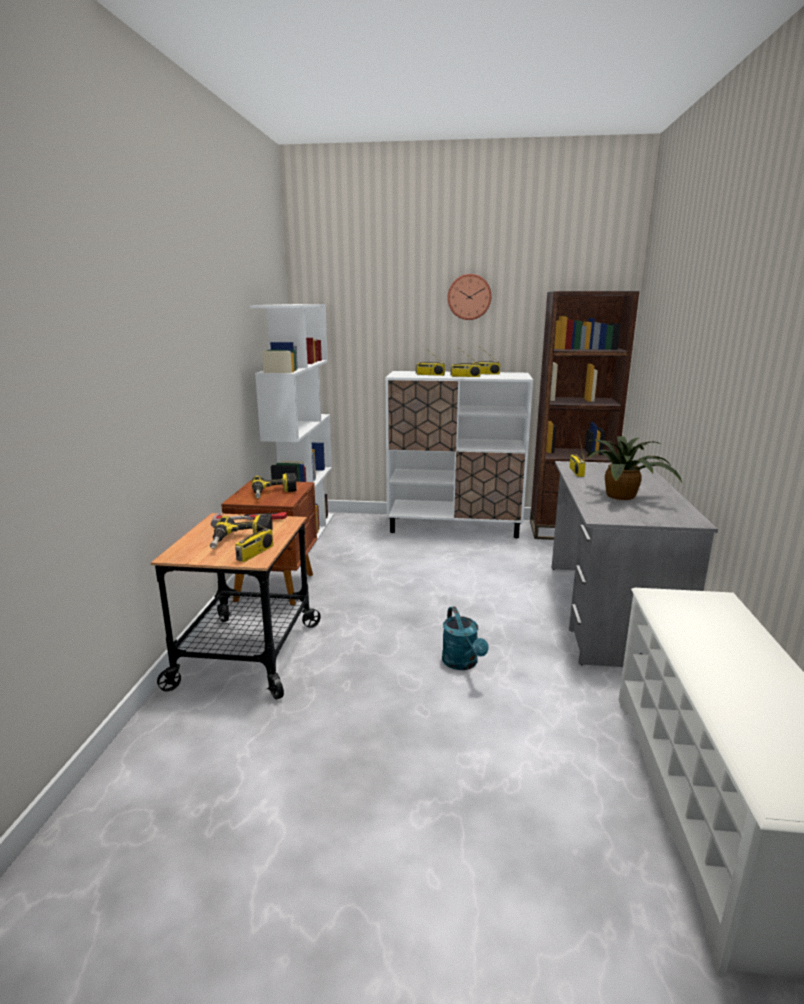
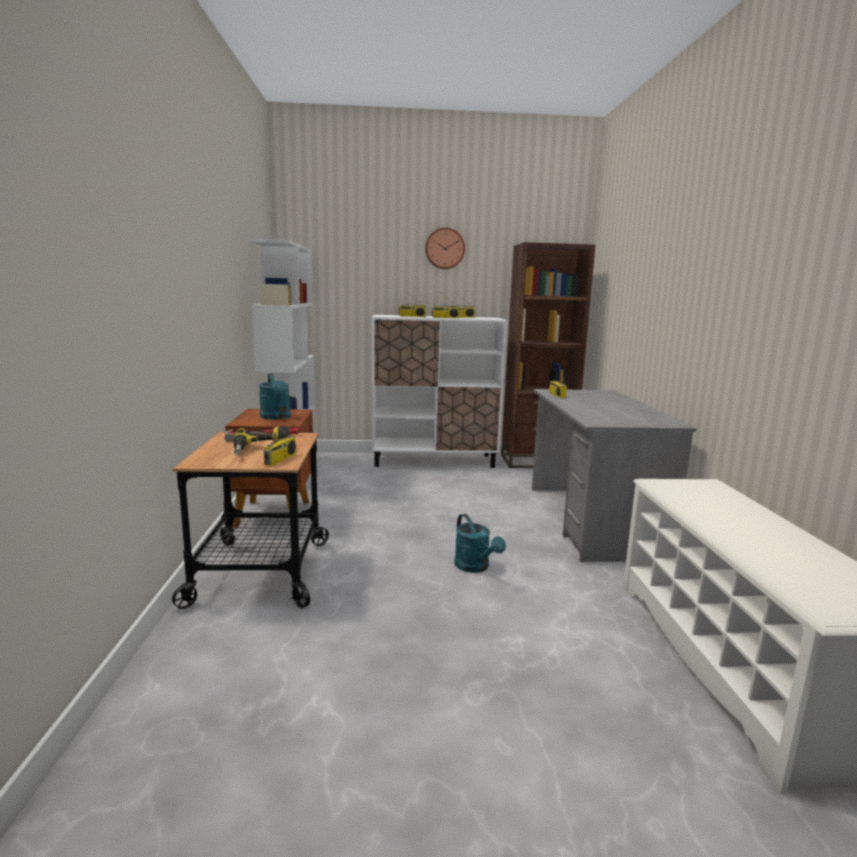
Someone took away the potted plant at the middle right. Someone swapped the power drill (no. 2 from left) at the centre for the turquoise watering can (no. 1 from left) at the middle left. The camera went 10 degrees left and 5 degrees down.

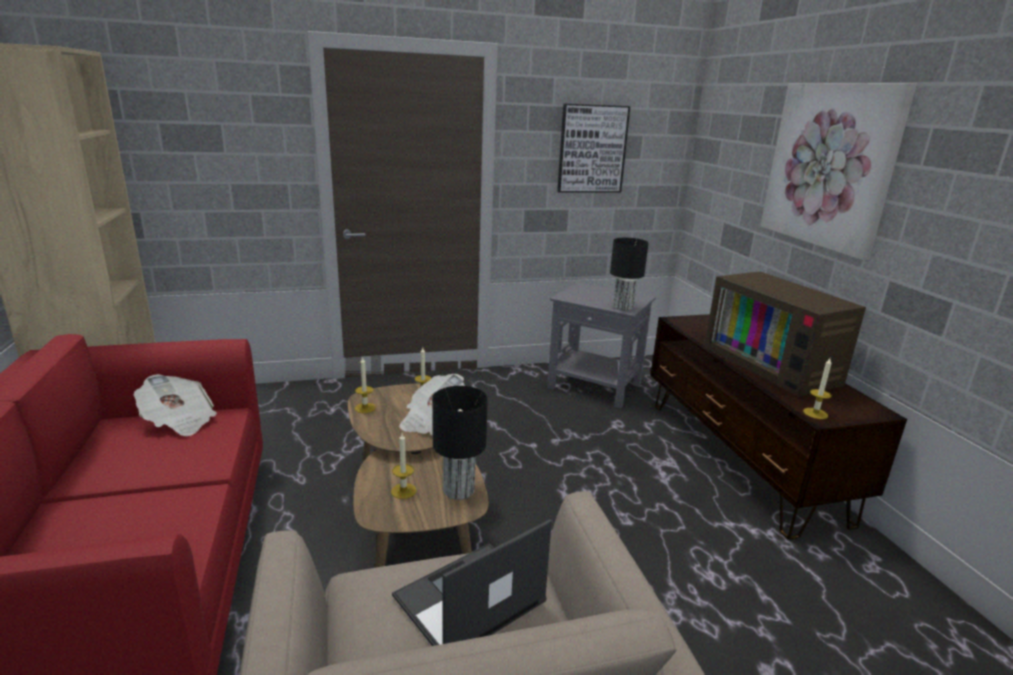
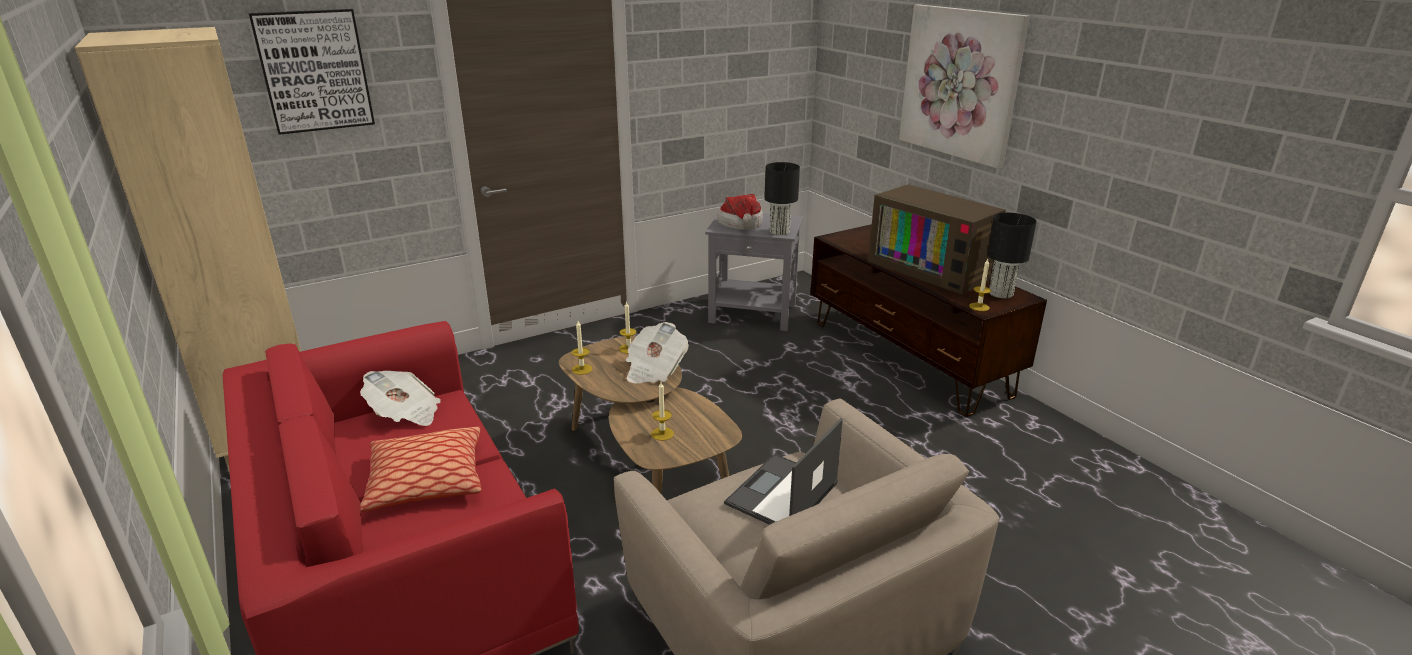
Someone carried the picture (no. 1 from left) from the top centre to the top left. Someone carried the black table lamp (no. 1 from left in the first image) from the centre to the middle right. Someone put down the hat at the top centre. Someone put down the pillow at the bottom left. The camera went 15 degrees left and 5 degrees up.

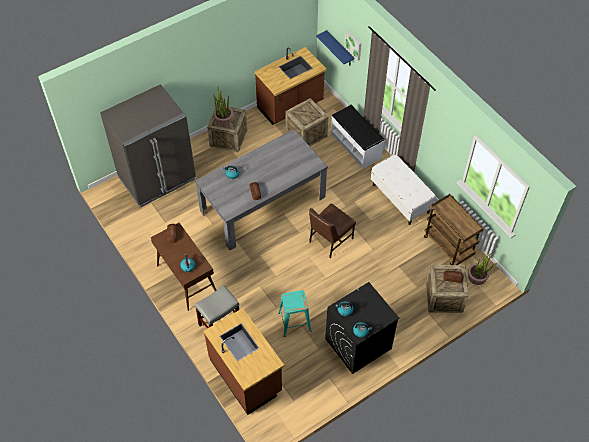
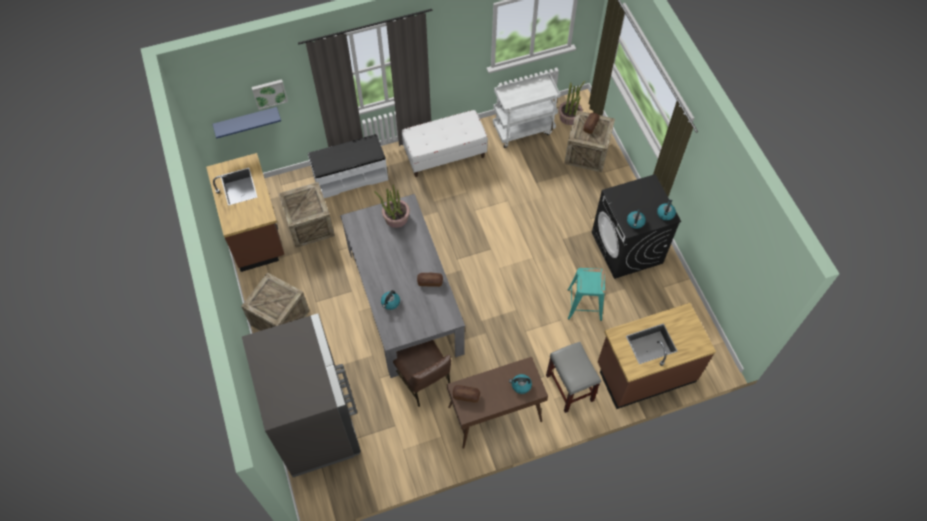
Someone carried the potted plant (no. 1 from left) from the top centre to the centre. Someone repainted the brown cart at the middle right, which became the white cart at the top centre. Someone carried the brown chair from the centre to the bottom centre. The camera went 75 degrees left and 5 degrees up.

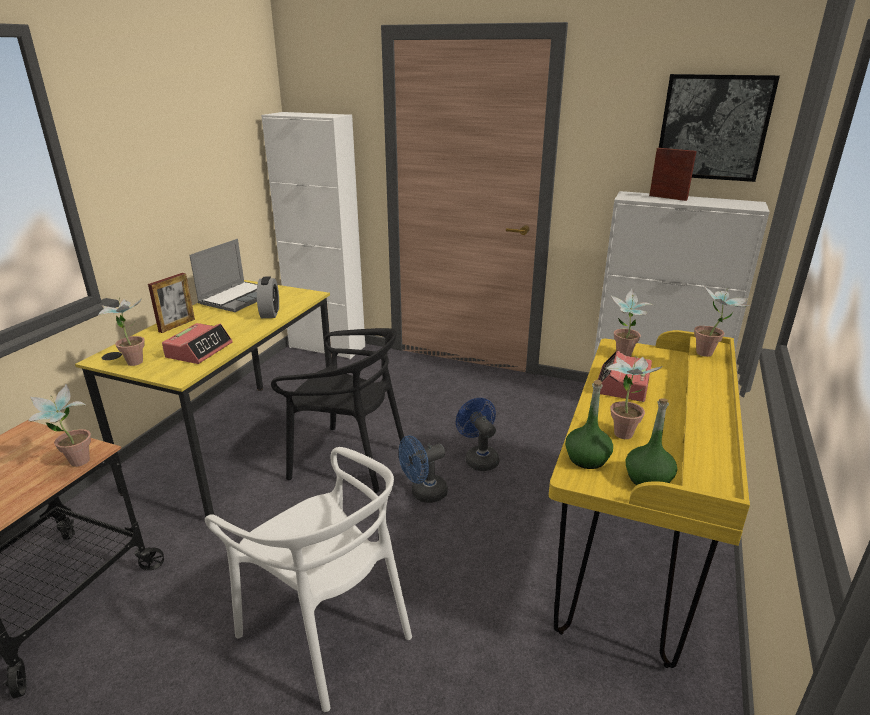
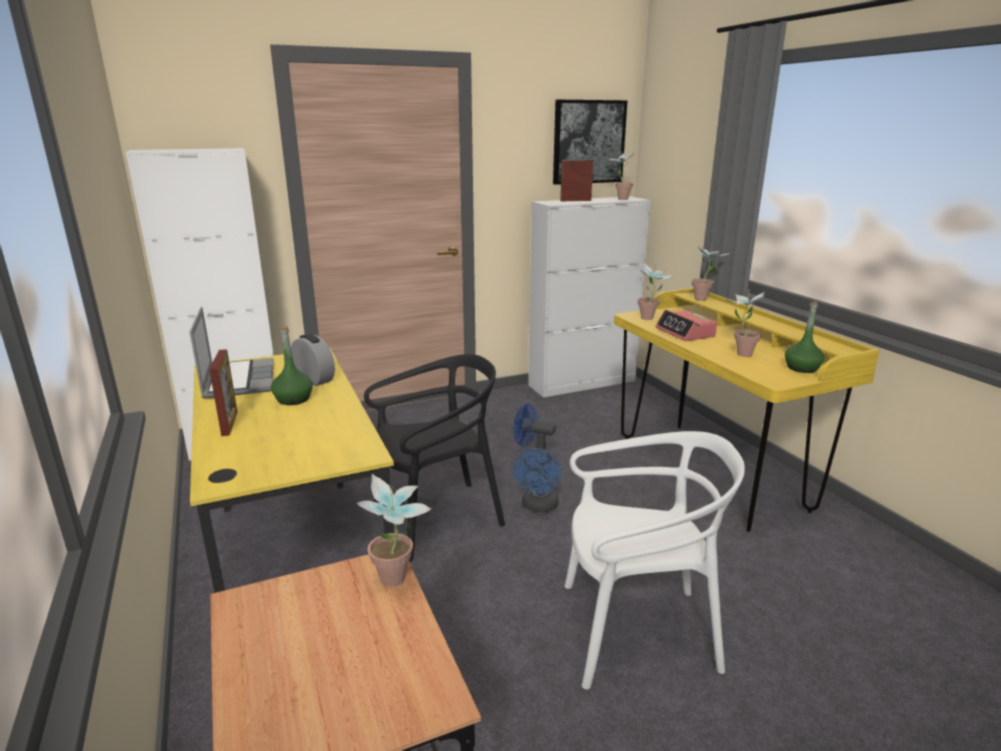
Someone carried the potted plant (no. 2 from left) from the middle left to the top centre. Someone took away the alarm clock (no. 1 from left) at the middle left. Someone carried the green bottle (no. 1 from left) from the middle right to the middle left. The camera went 45 degrees left and 5 degrees down.

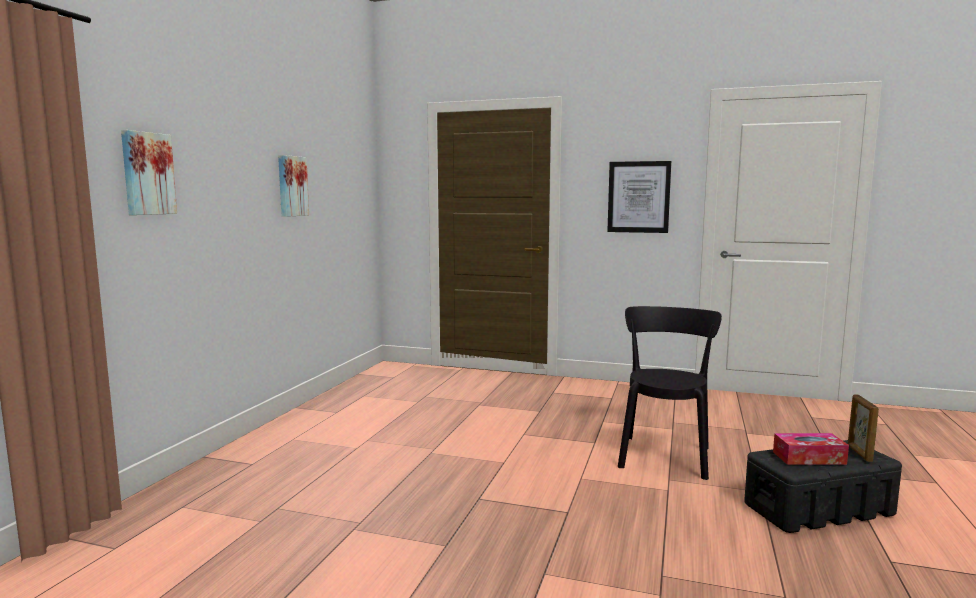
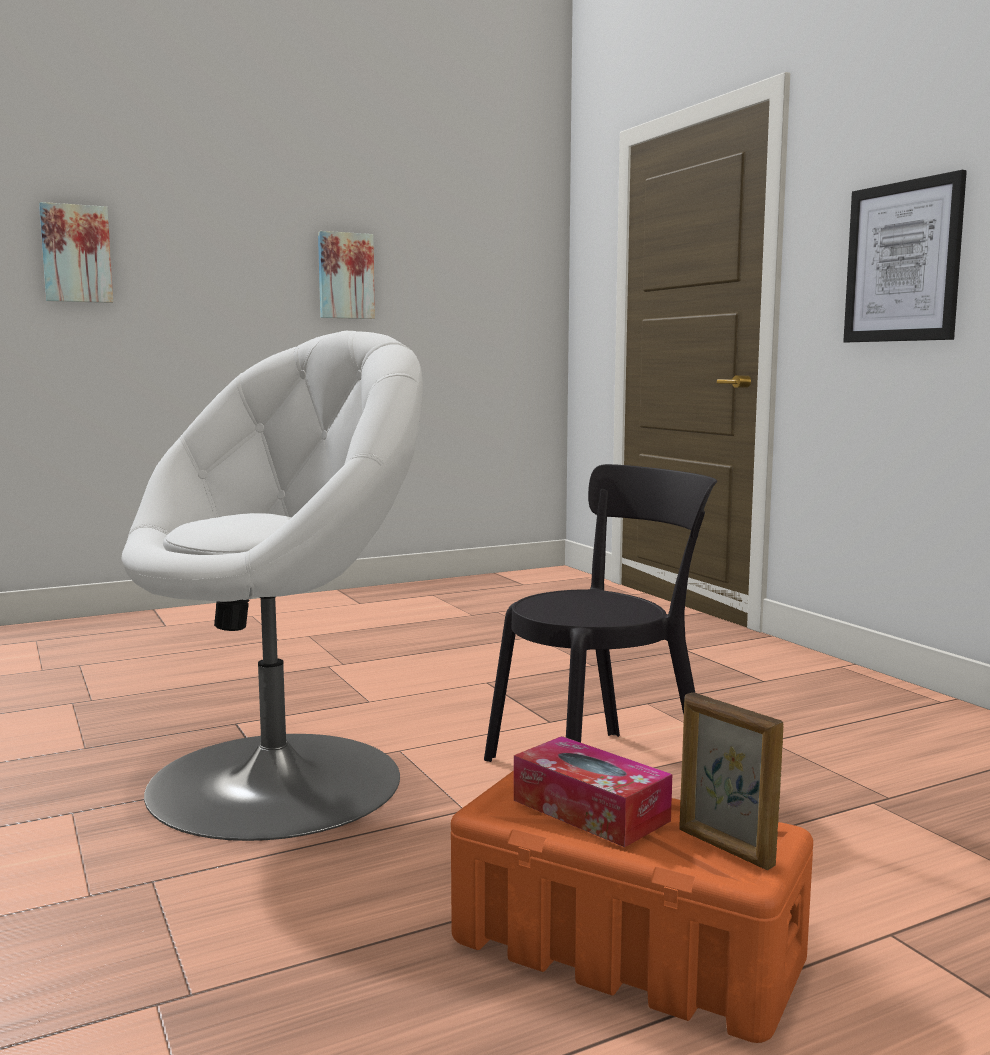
Someone rotated the picture frame at the bottom right by 90 degrees counterclockwise. Someone repainted the black storage box at the bottom right, which became the orange storage box at the bottom centre. Someone put down the white armchair at the middle left. The camera went 45 degrees right and 0 degrees up.

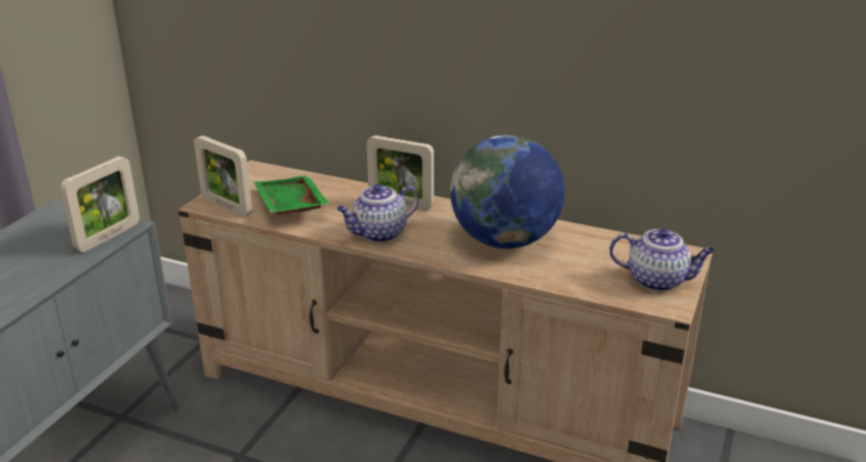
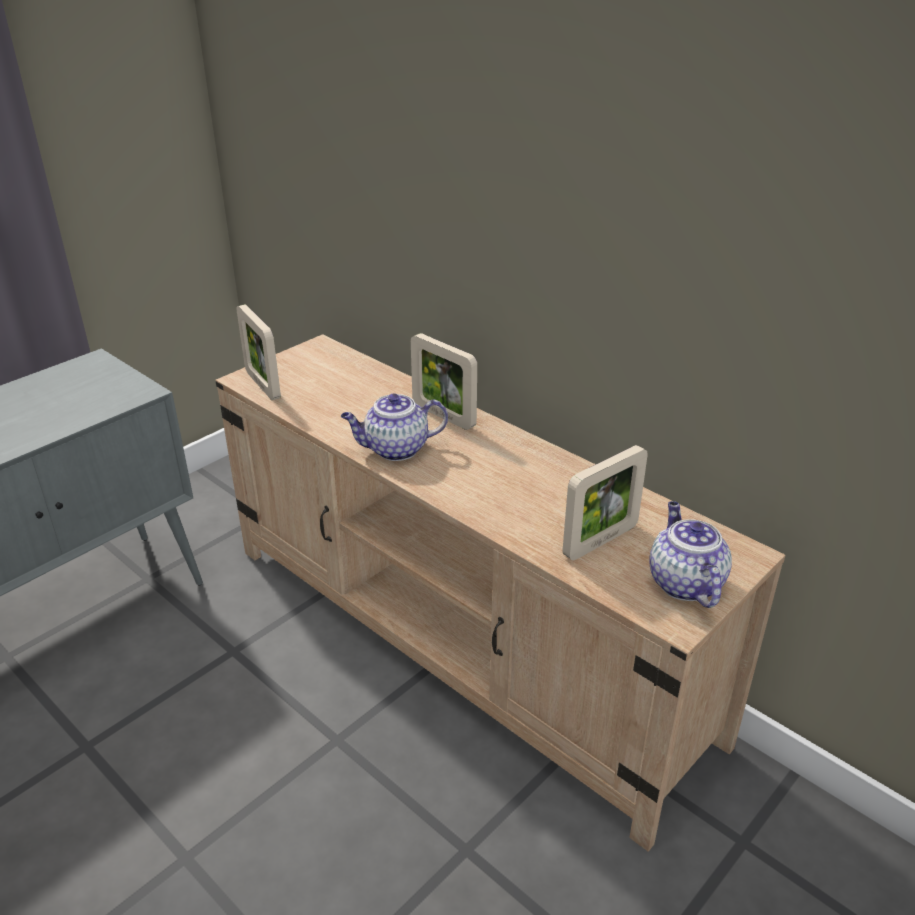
Someone took away the globe at the centre. Someone carried the picture frame (no. 1 from left in the first image) from the middle left to the centre. Someone took away the green tray at the centre. Someone rotated the teapot (no. 2 from left) at the middle right by 135 degrees counterclockwise. The camera went 20 degrees right and 5 degrees up.

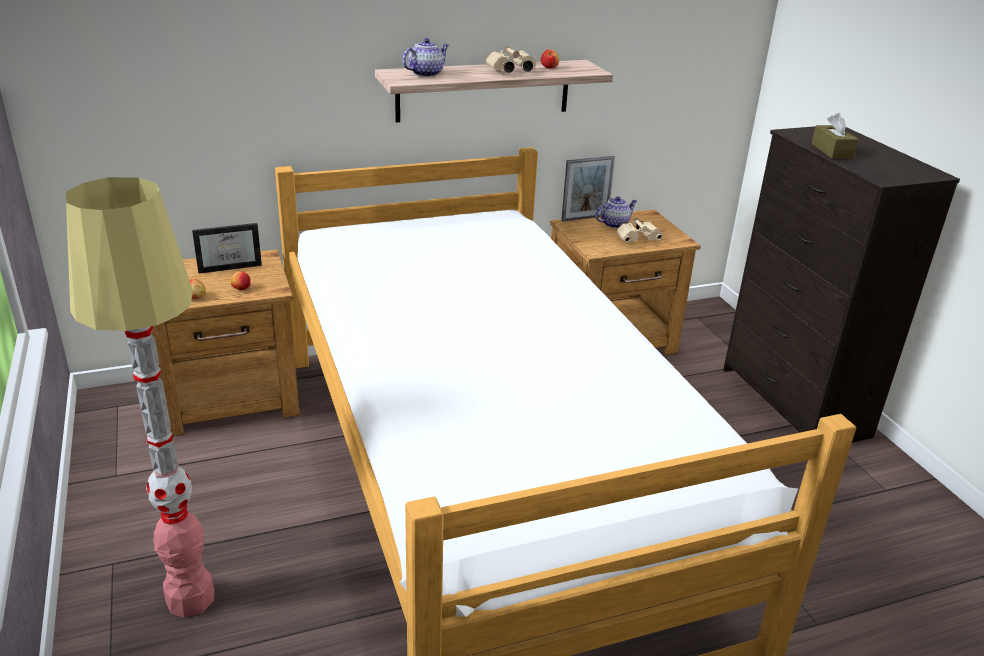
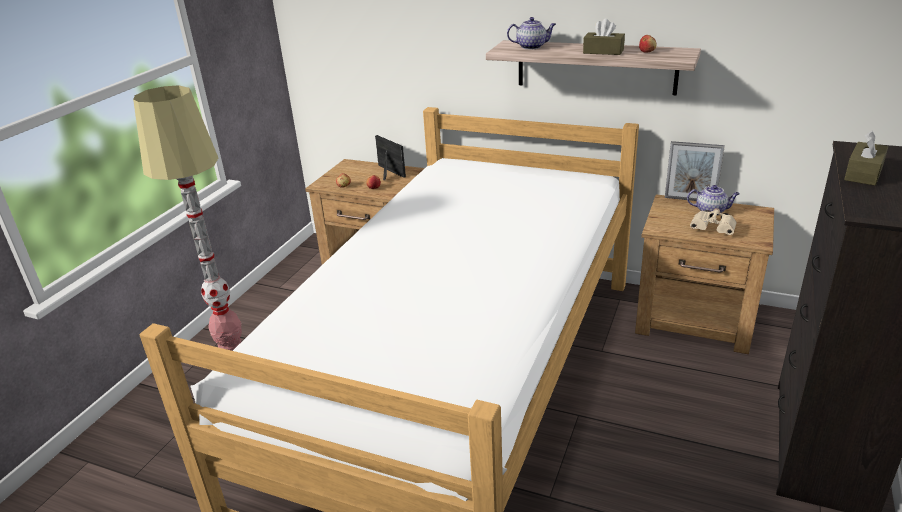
Someone swapped the beige binoculars (no. 1 from left) at the top centre for the brown tissue box (no. 1 from left) at the top right. Someone rotated the picture frame (no. 1 from left) at the middle left by 150 degrees counterclockwise. The camera went 45 degrees right and 0 degrees up.

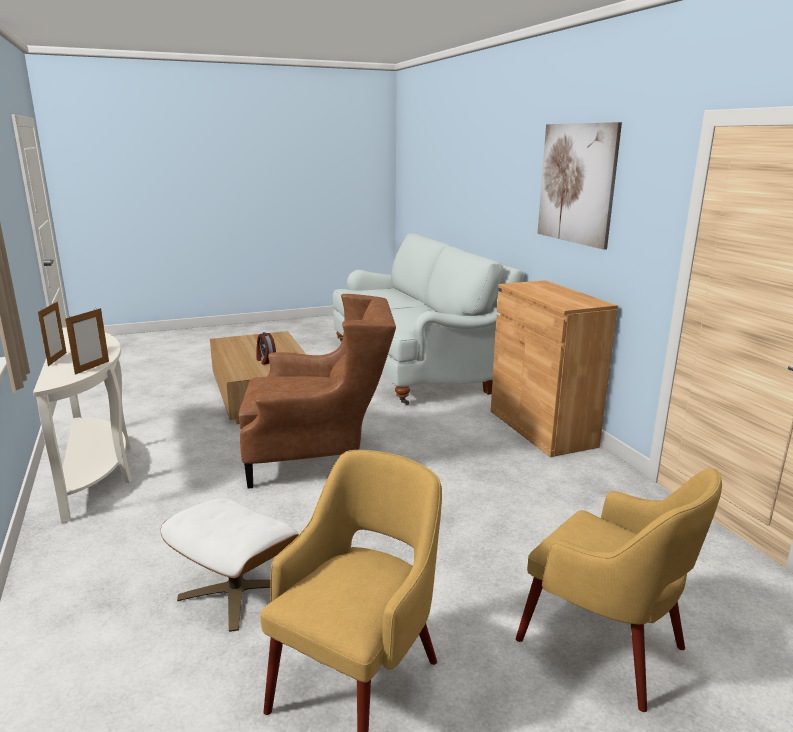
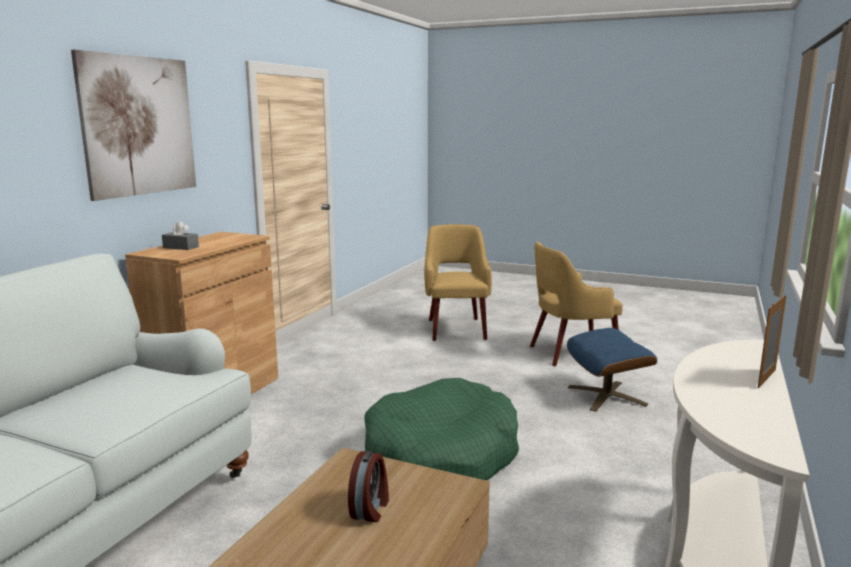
Someone swapped the brown armchair at the centre for the green dog bed at the bottom centre. Someone took away the picture frame (no. 2 from left) at the middle left. Someone repainted the white ottoman at the bottom left, which became the blue ottoman at the middle right. Someone put down the grey tissue box at the middle left. The camera went 135 degrees left and 5 degrees down.

